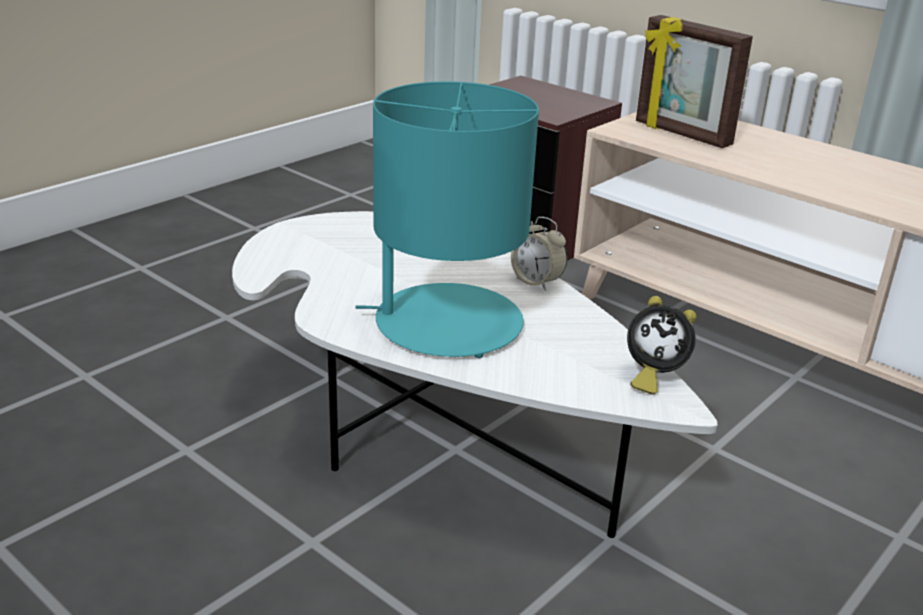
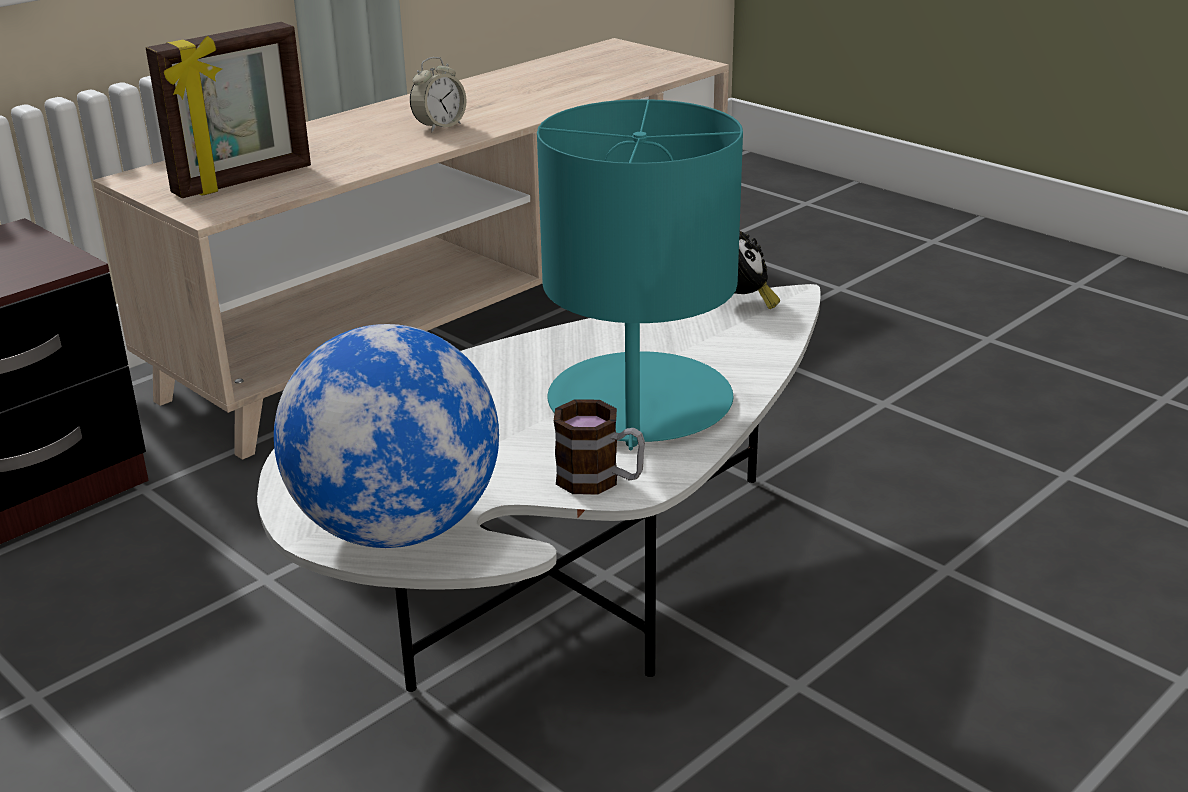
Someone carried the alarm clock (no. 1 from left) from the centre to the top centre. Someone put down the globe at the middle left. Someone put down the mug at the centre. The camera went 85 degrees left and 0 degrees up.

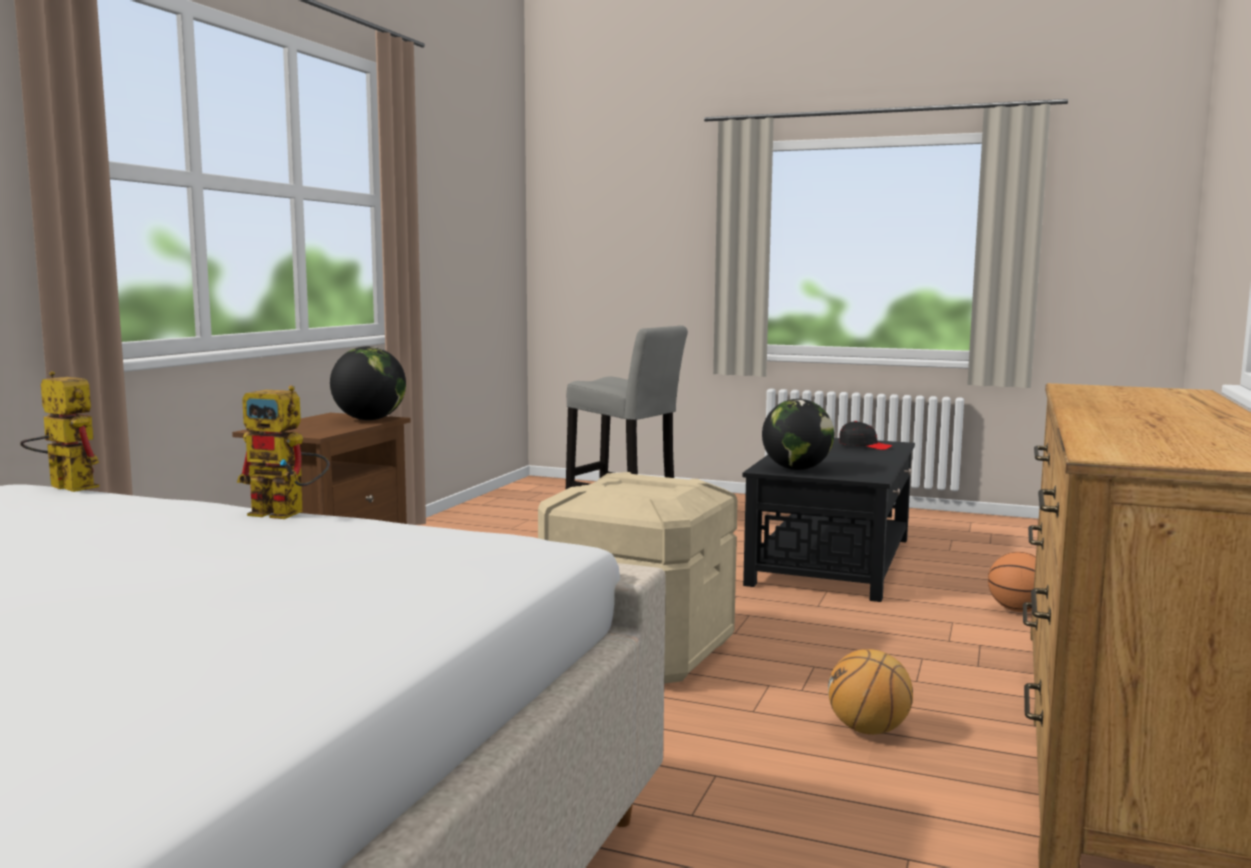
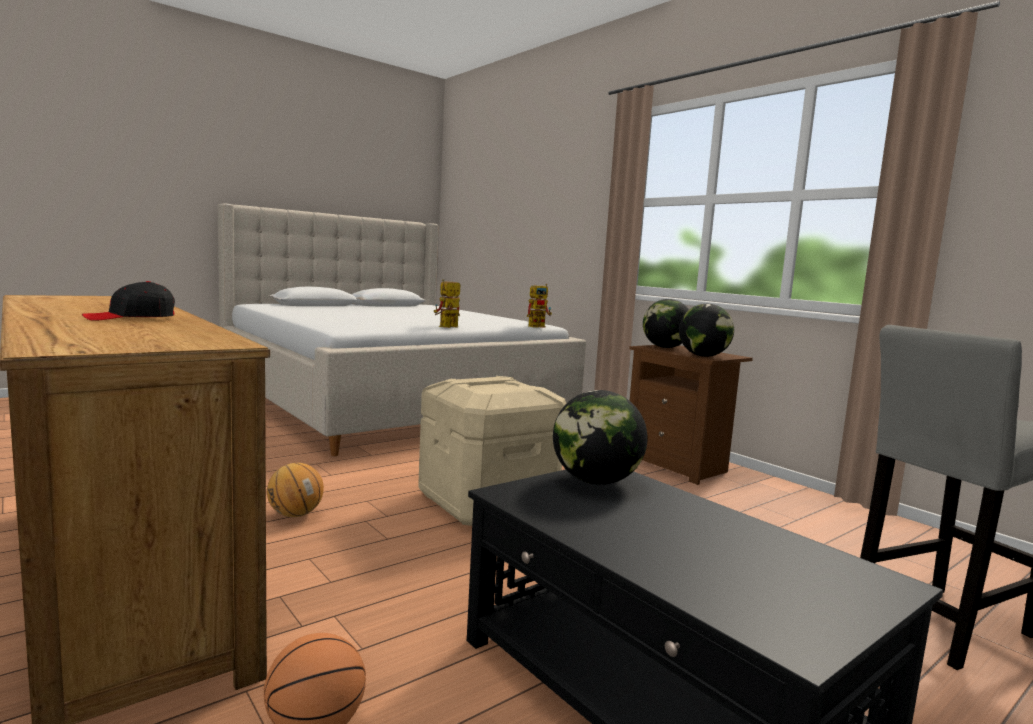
Someone carried the black cap from the middle right to the middle left. Someone put down the globe (no. 2 from left) at the centre. The camera went 120 degrees right and 0 degrees up.

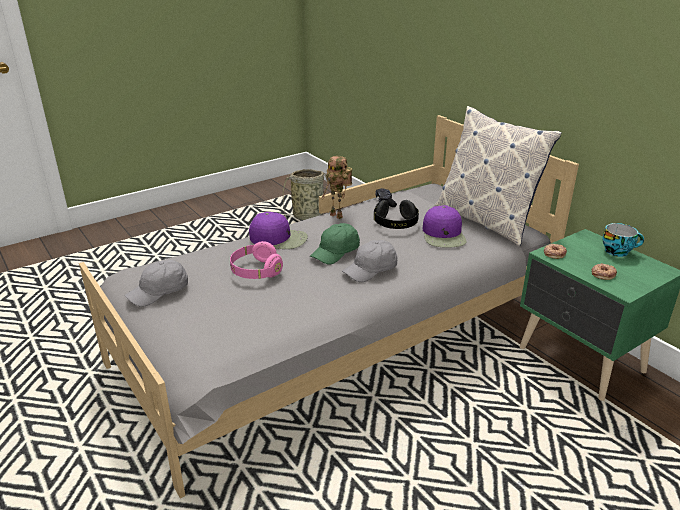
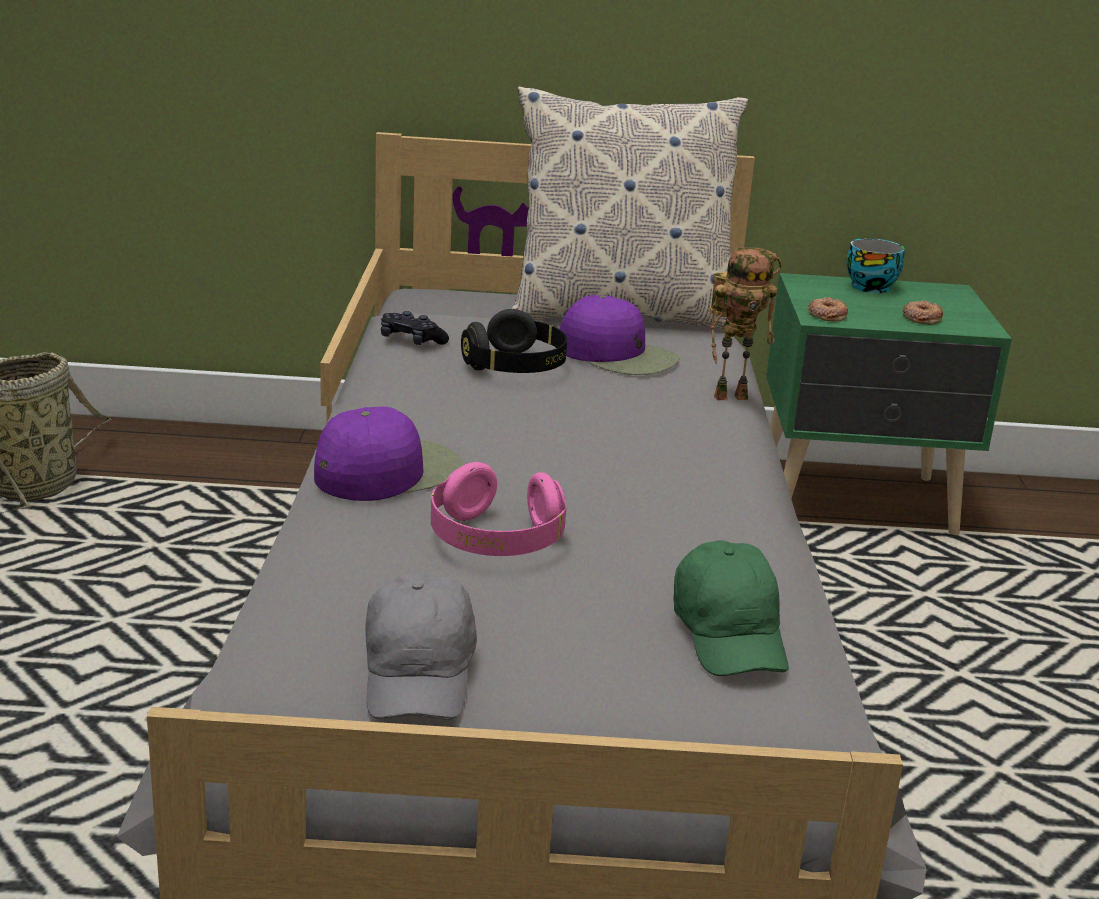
Someone carried the toy robot from the centre to the middle right. Someone carried the green cap from the centre to the bottom centre. Someone took away the grey cap (no. 2 from left) at the centre. The camera went 55 degrees left and 5 degrees down.

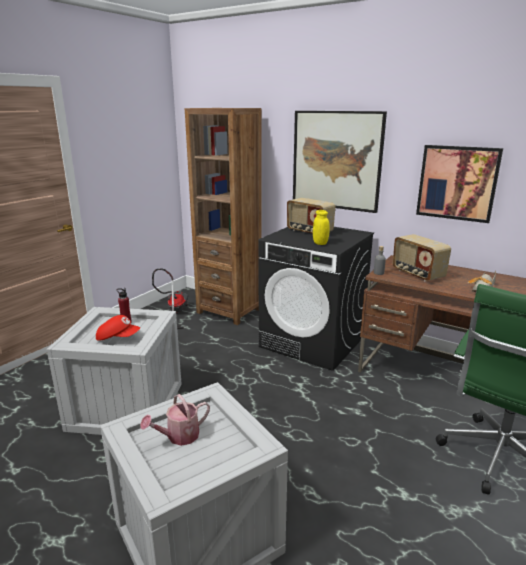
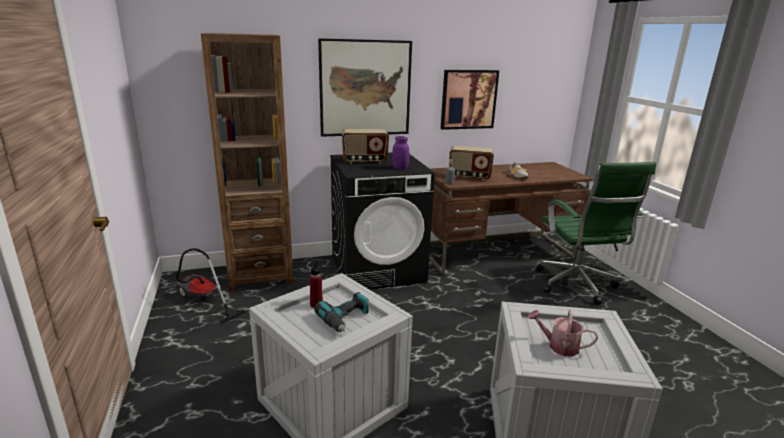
Someone repainted the yellow jar at the centre, which became the purple jar at the centre. Someone swapped the red cap at the middle left for the power drill at the bottom centre. Someone rotated the watering can at the bottom left by 105 degrees clockwise. The camera went 50 degrees left and 0 degrees up.

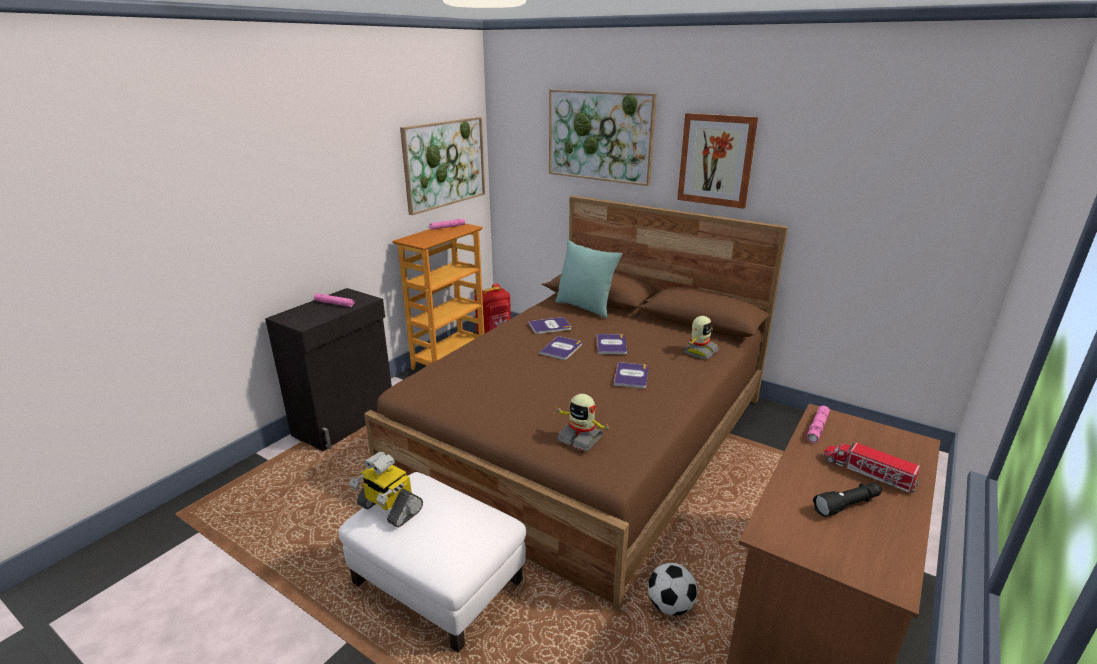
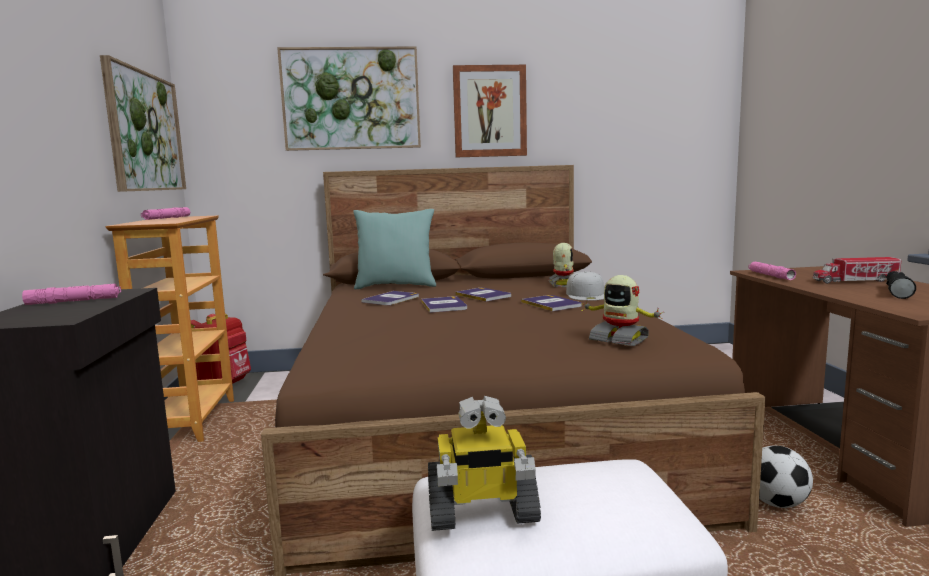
Someone rotated the toy robot (no. 2 from left in the first image) at the centre by 45 degrees clockwise. Someone put down the white cap at the centre. The camera went 40 degrees left and 15 degrees down.

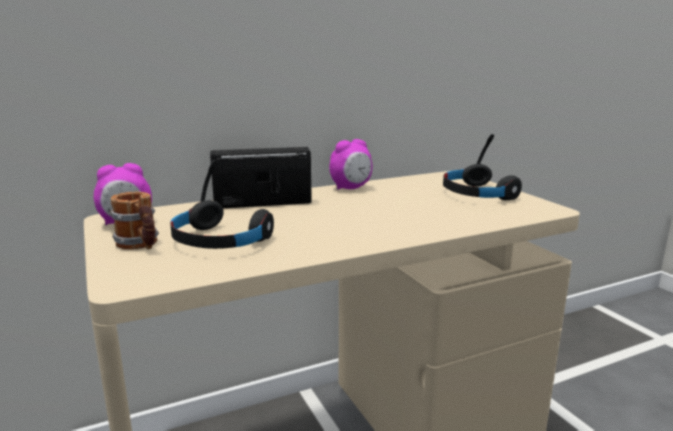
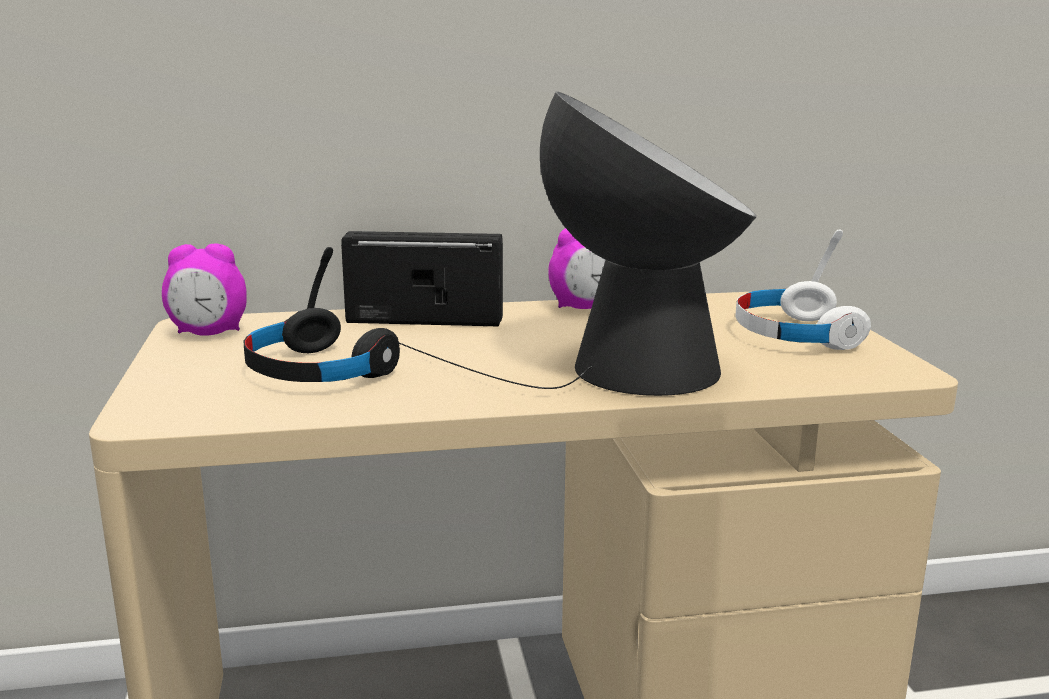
Someone repainted the black headphones (no. 2 from left) at the middle right, which became the white headphones at the middle right. Someone took away the mug at the middle left. Someone put down the table lamp at the centre. The camera went 15 degrees right and 0 degrees up.

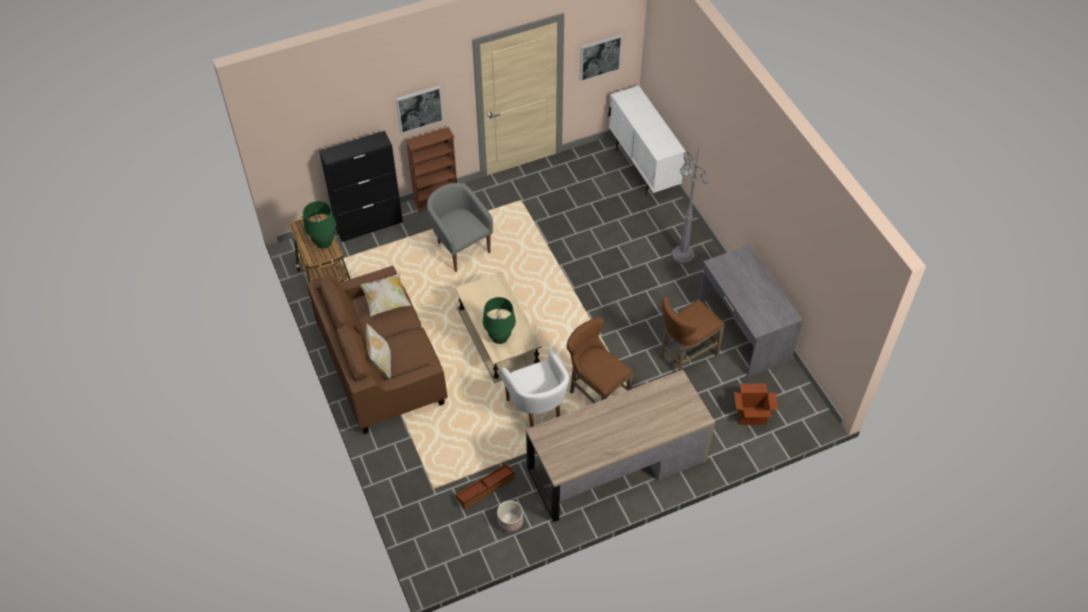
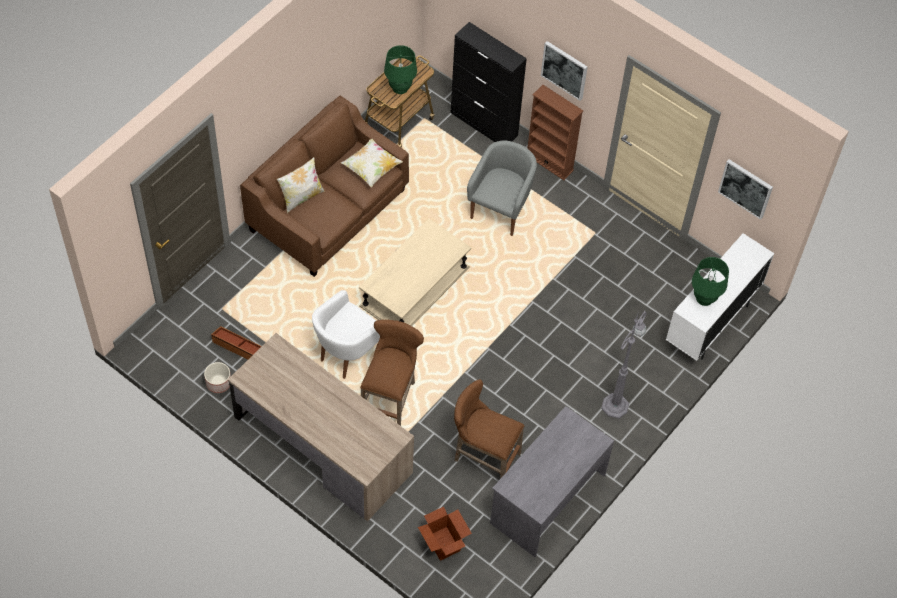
Someone carried the green table lamp (no. 2 from left) from the centre to the middle right. The camera went 60 degrees right and 5 degrees up.

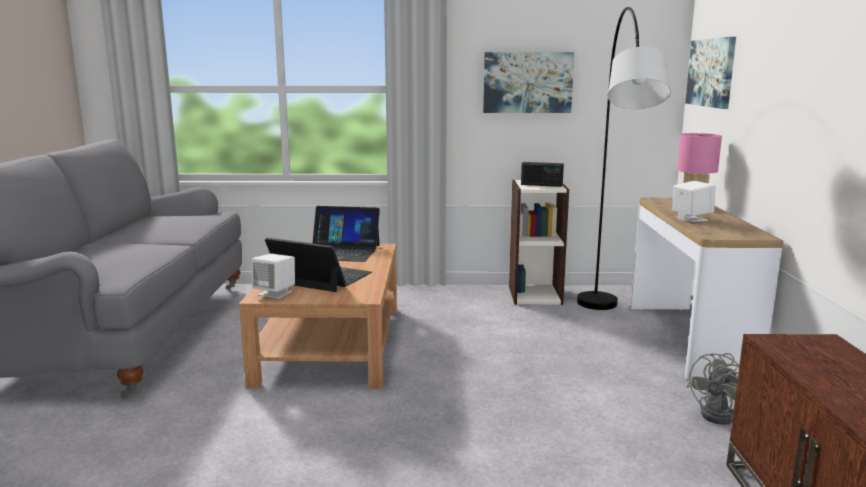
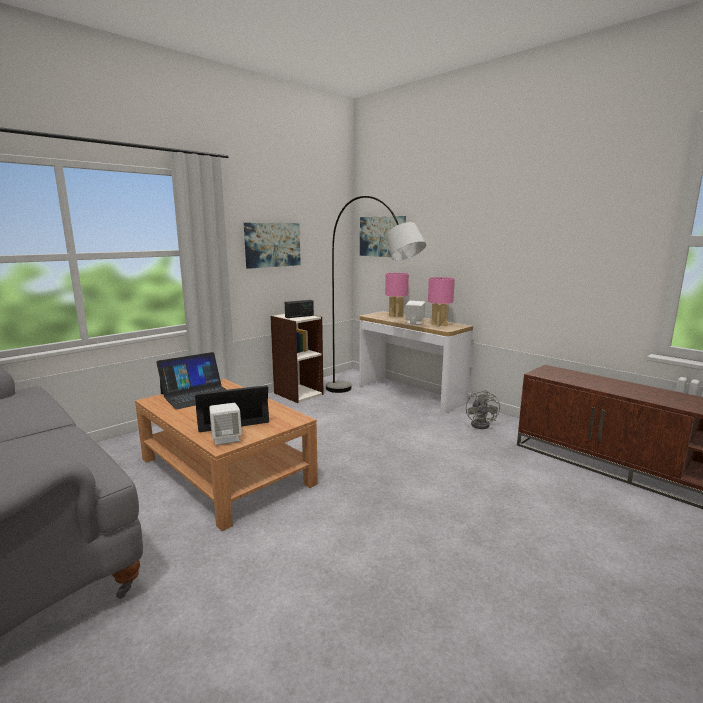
Someone put down the pink table lamp (no. 2 from left) at the centre. The camera went 45 degrees left and 0 degrees up.

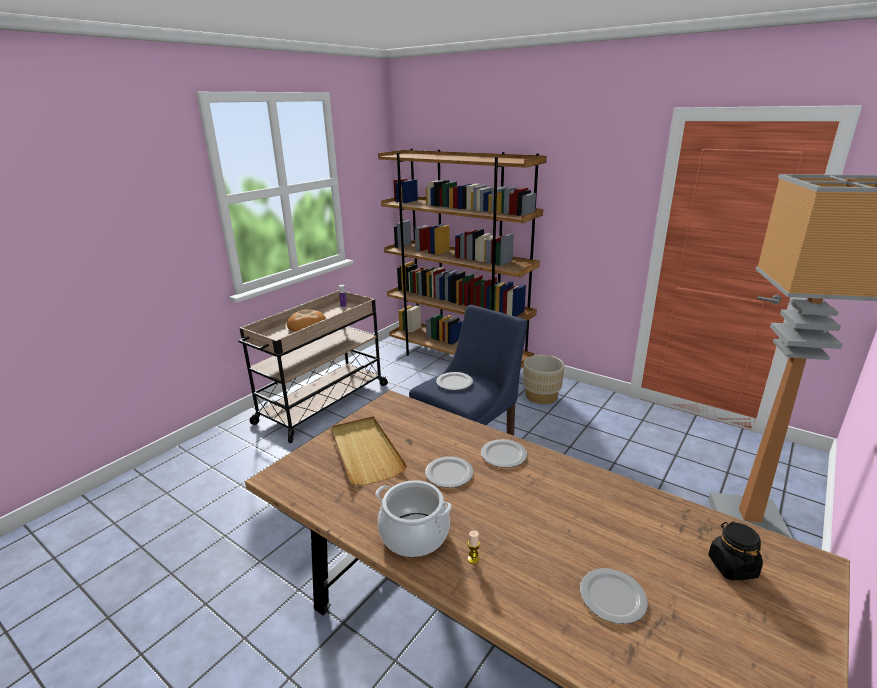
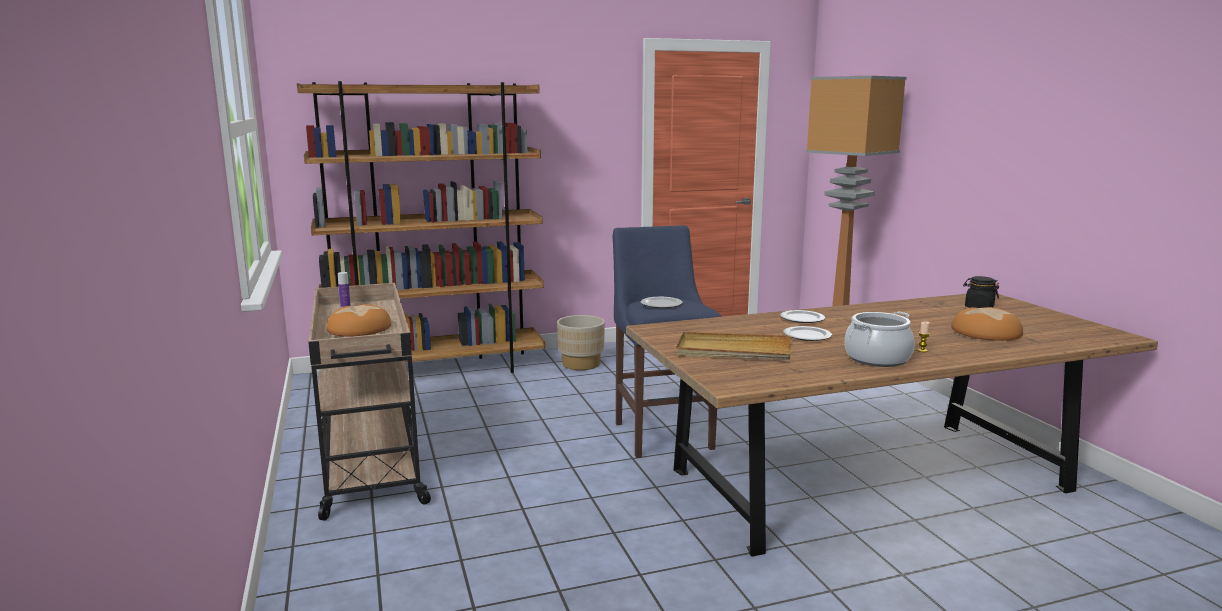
Someone swapped the plate (no. 4 from left) at the bottom right for the bread (no. 2 from left) at the middle right. The camera went 55 degrees left and 10 degrees down.

